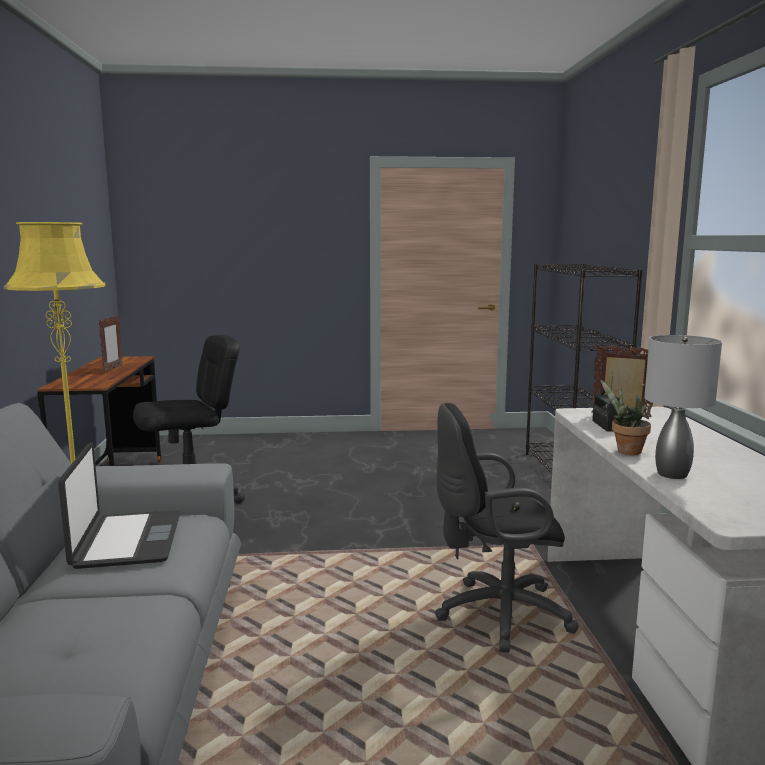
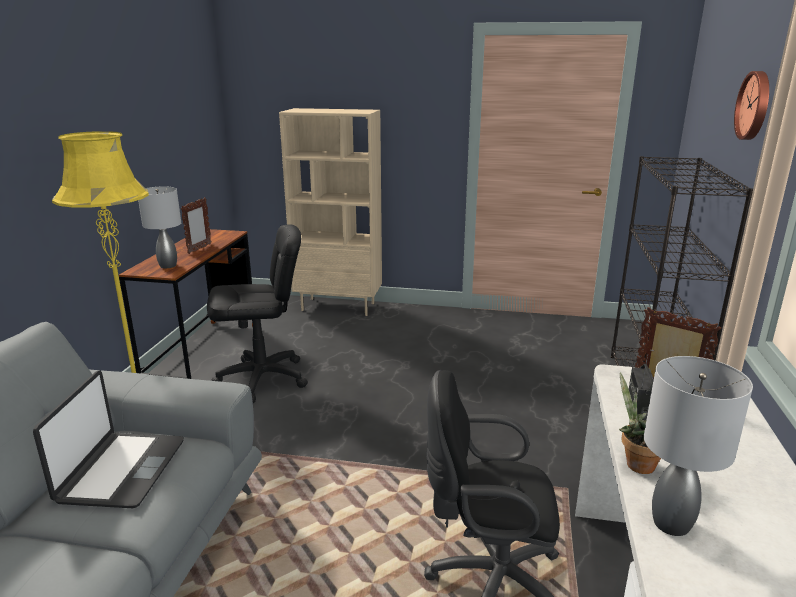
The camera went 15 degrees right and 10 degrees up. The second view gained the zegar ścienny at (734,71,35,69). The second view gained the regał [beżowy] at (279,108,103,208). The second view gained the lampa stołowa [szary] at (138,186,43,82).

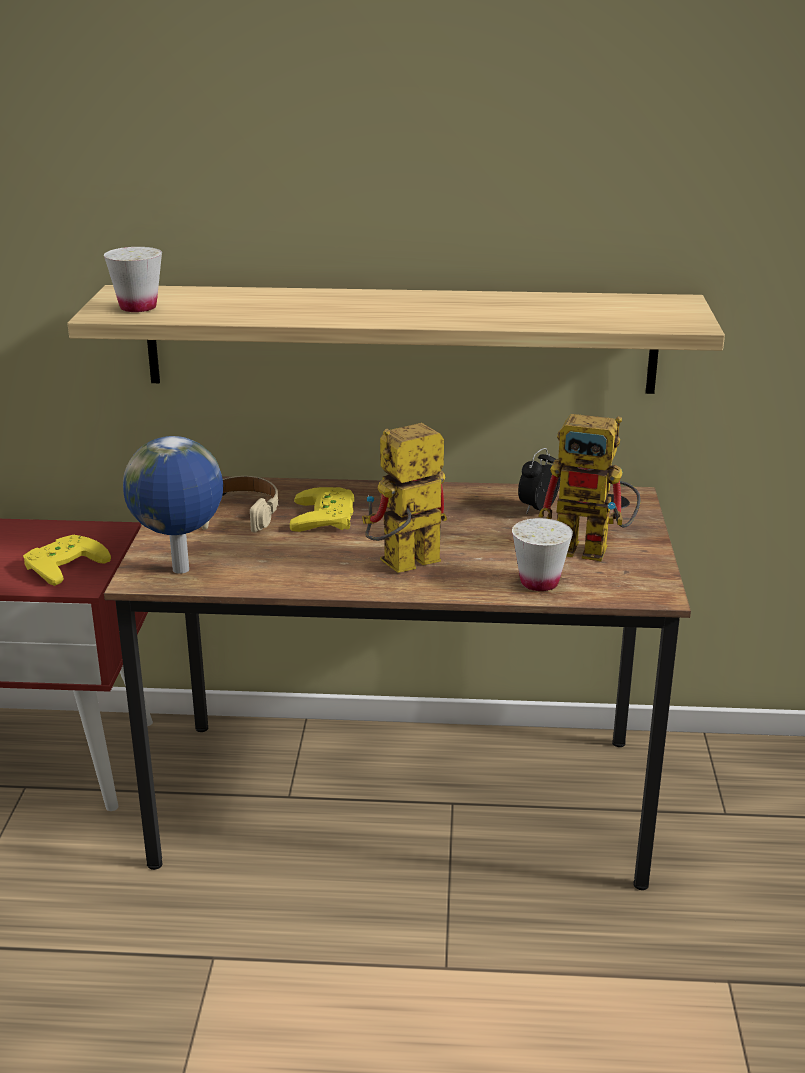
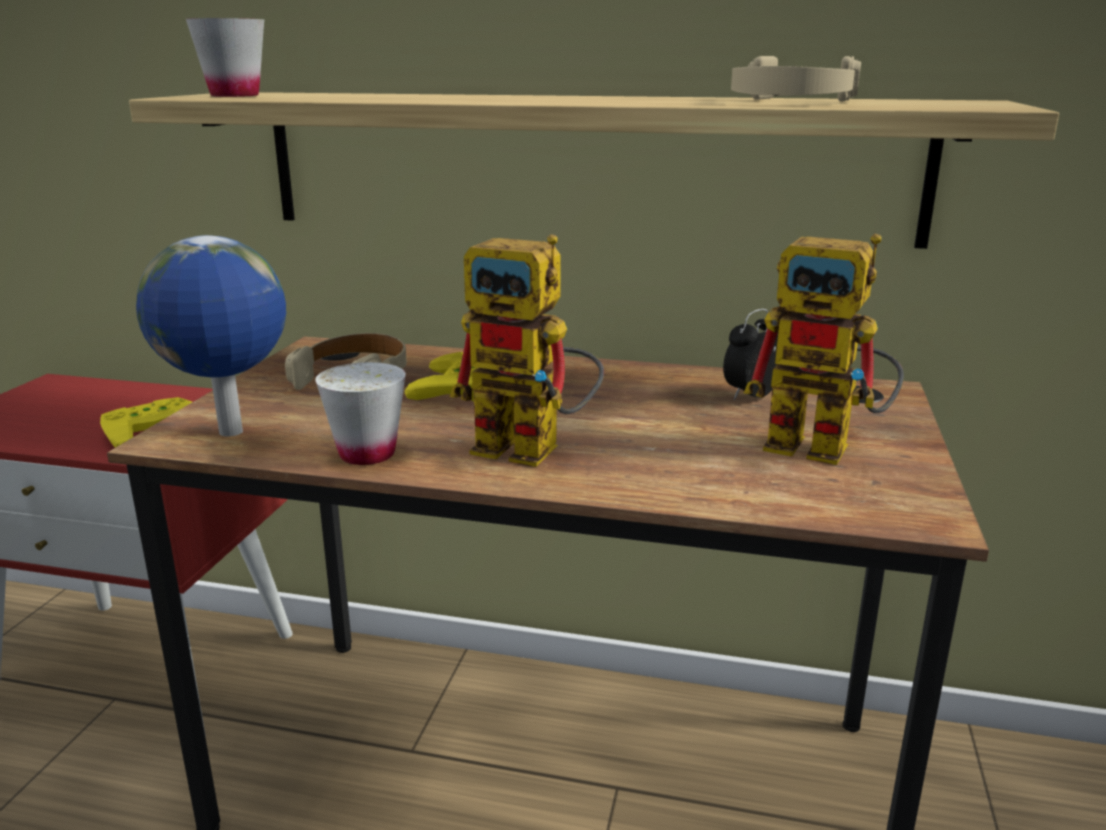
The camera went 10 degrees right and 5 degrees down. The robot zabawkowy at (362,423,85,150) ended up facing another way, 135 degrees counterclockwise from before. The filiżanka [biały] ended up elsewhere, having gone from (512,518,61,73) to (315,362,91,103). The second view gained the słuchawki [beżowy] at (731,56,130,46).

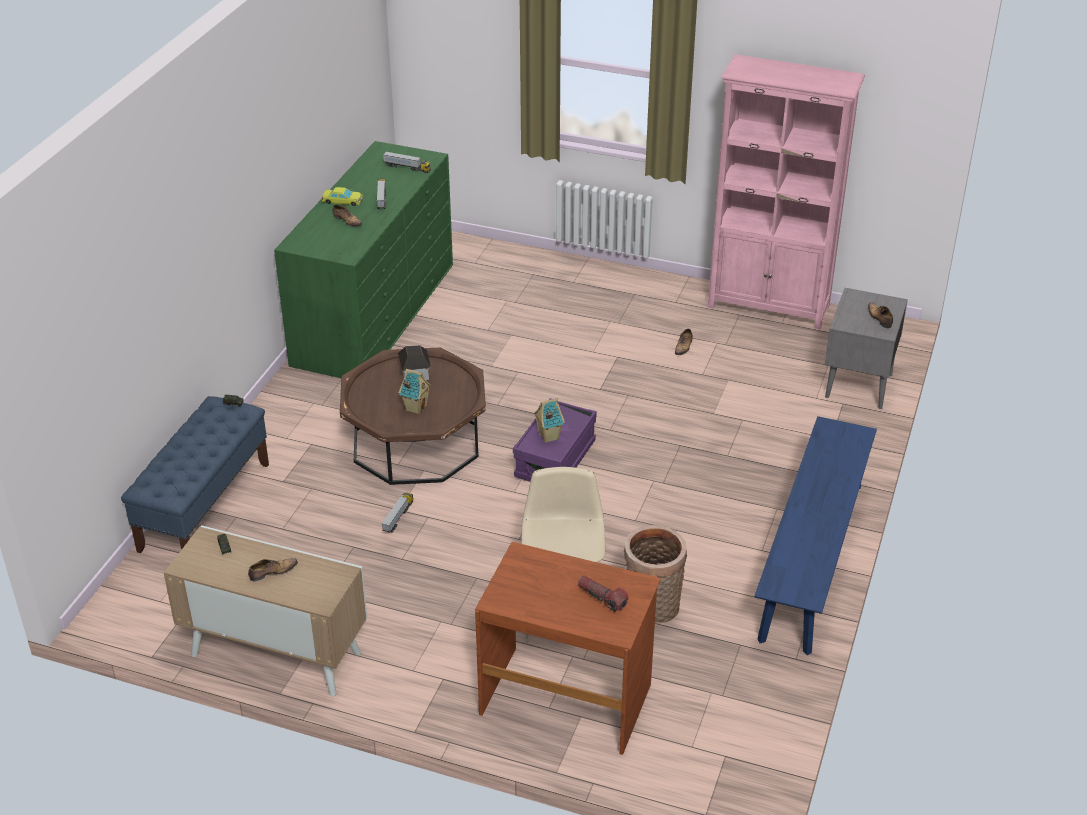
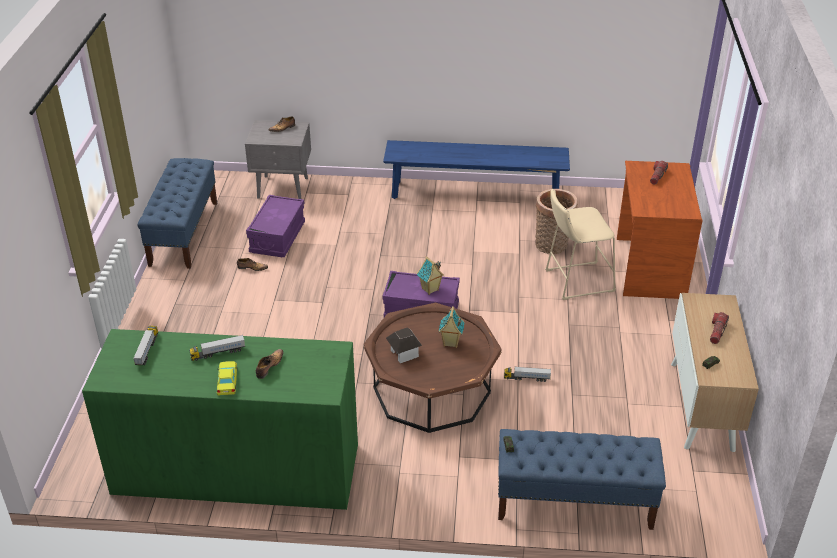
The camera went 105 degrees left and 0 degrees up. Where the regał [różowy] stood at (708,55,157,274), the ławka [niebieski] came to stand at (137,158,80,111). Where the but stood at (248,558,50,23), the latarka came to stand at (710,312,19,32). The second view gained the pojemnik do przechowywania [fioletowy] at (246,195,59,62).

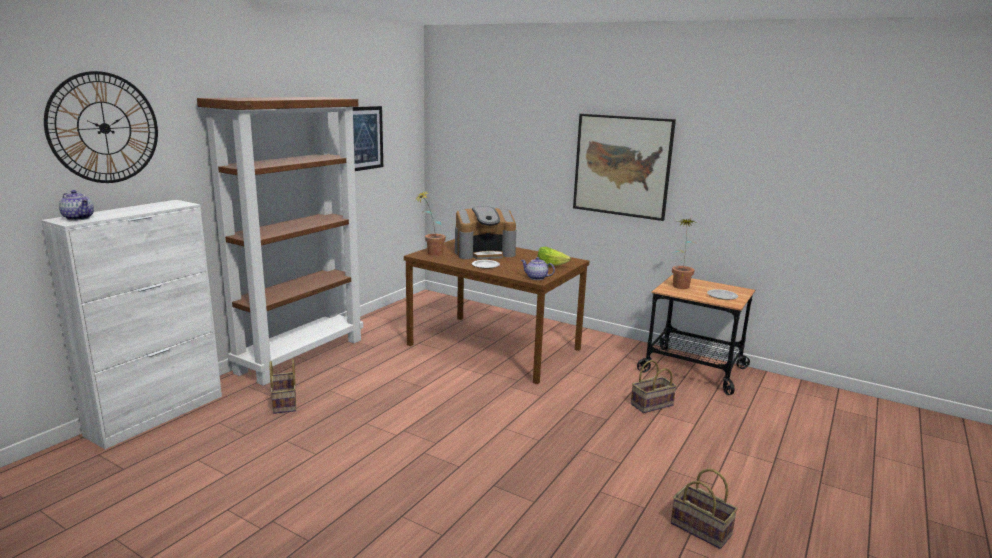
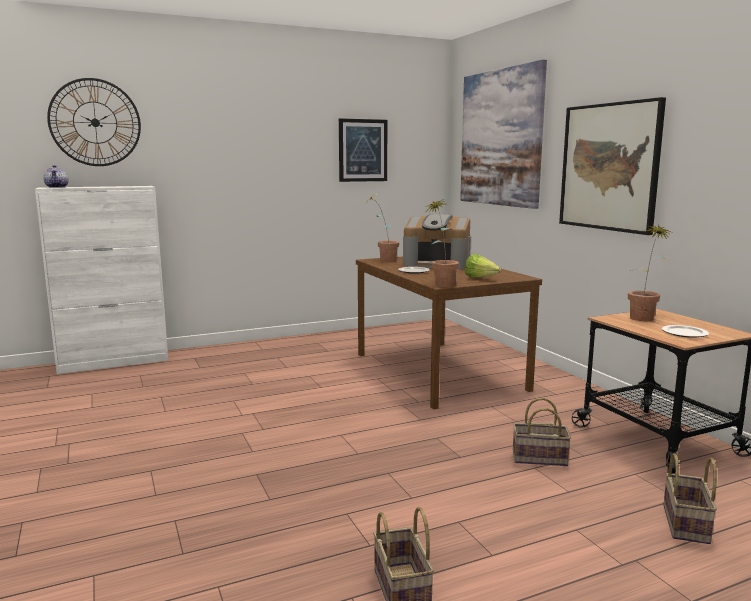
The camera went 35 degrees right and 5 degrees down. The second view lost the regał [brązowy] at (197,97,166,289). Where the imbryk stood at (521,257,34,23), the roślina doniczkowa came to stand at (427,200,32,87). The koszyk ended up elsewhere, having gone from (269,359,27,55) to (663,453,54,91). The second view gained the obraz at (460,59,87,150).

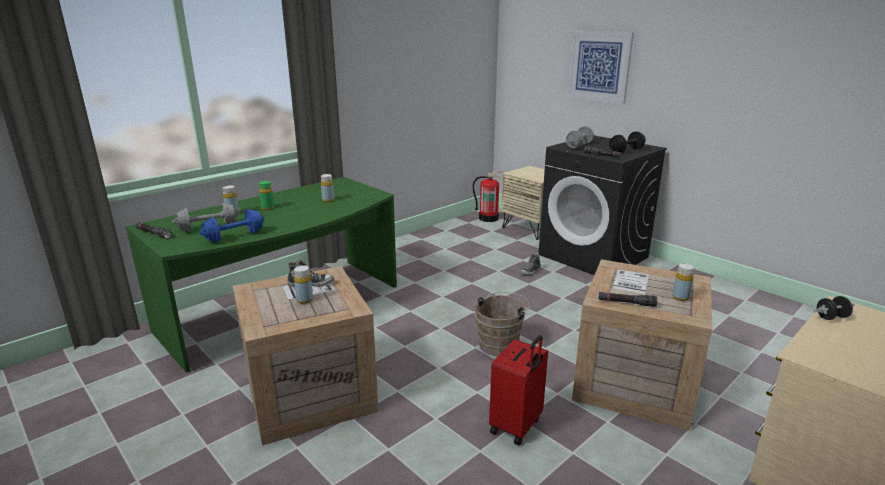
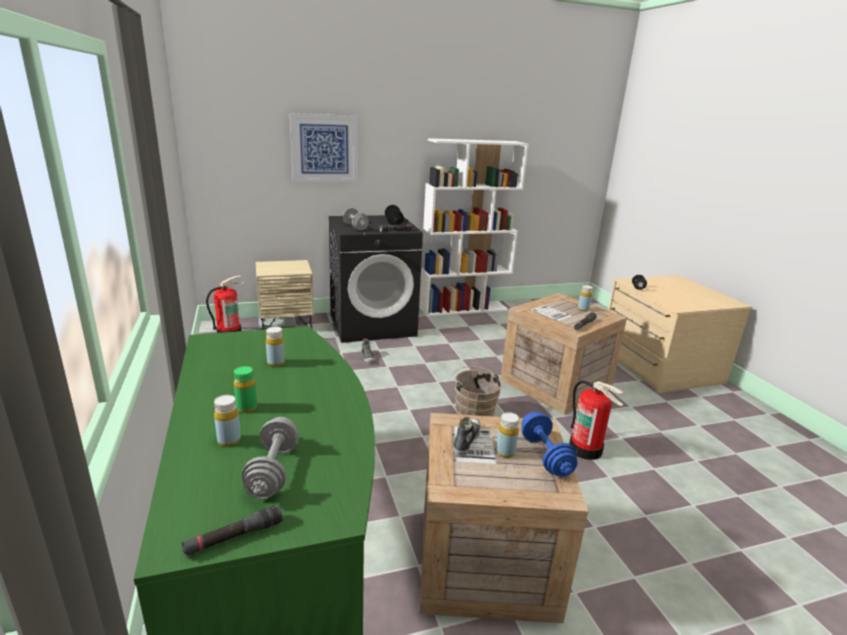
The camera went 65 degrees left and 0 degrees up. The hantel [niebieski] ended up elsewhere, having gone from (199,209,66,33) to (521,412,56,65). Where the walizka [czerwony] stood at (489,335,59,111), the gaśnica came to stand at (569,380,55,80). The second view gained the regał [biały] at (419,138,110,179).

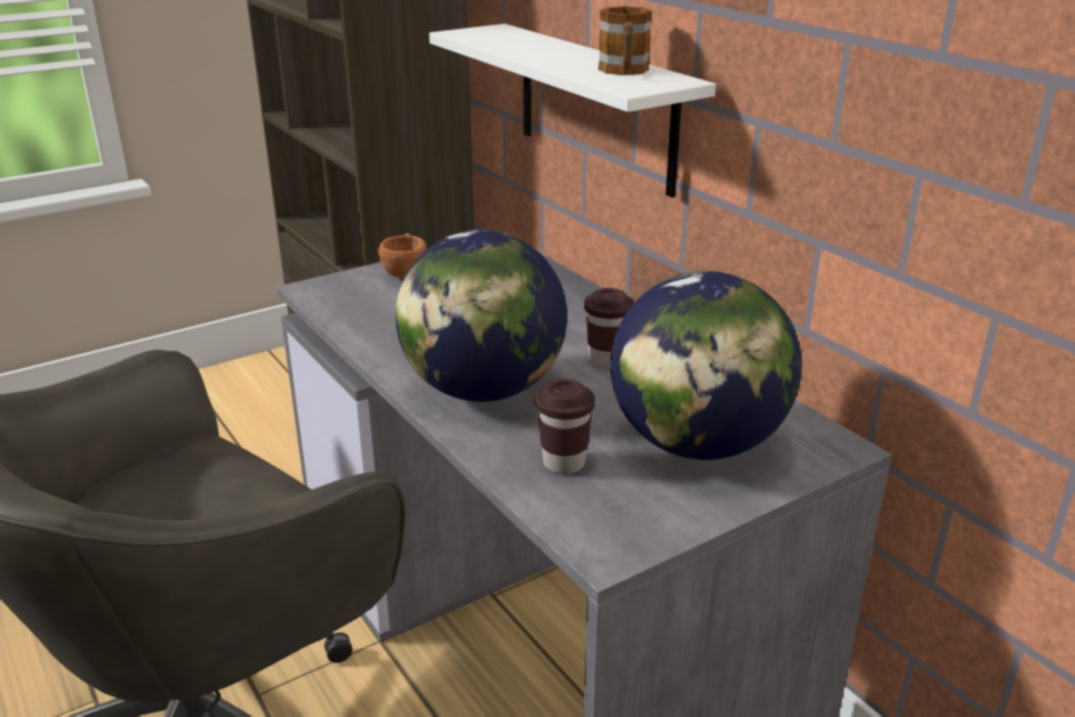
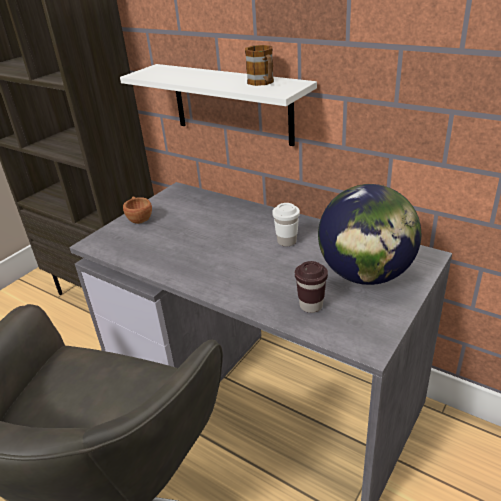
The camera went 20 degrees left and 5 degrees up. The second view lost the globus at (395,230,172,172). What was the filiżanka [brązowy] at (584,288,50,80) turned into the filiżanka [biały] at (272,203,28,43).

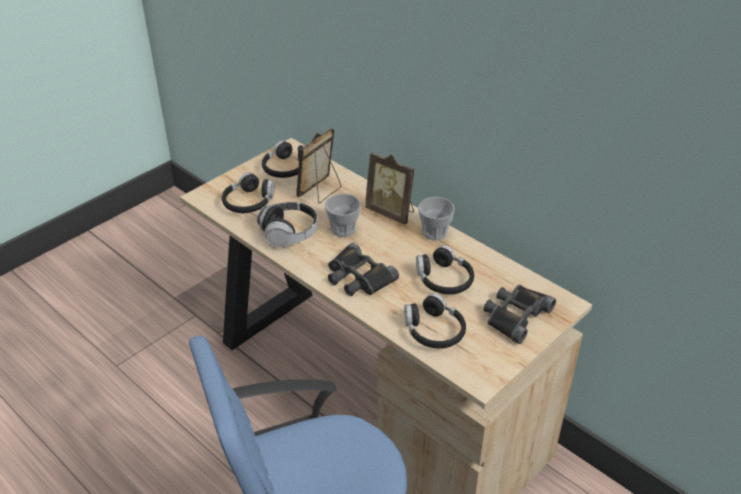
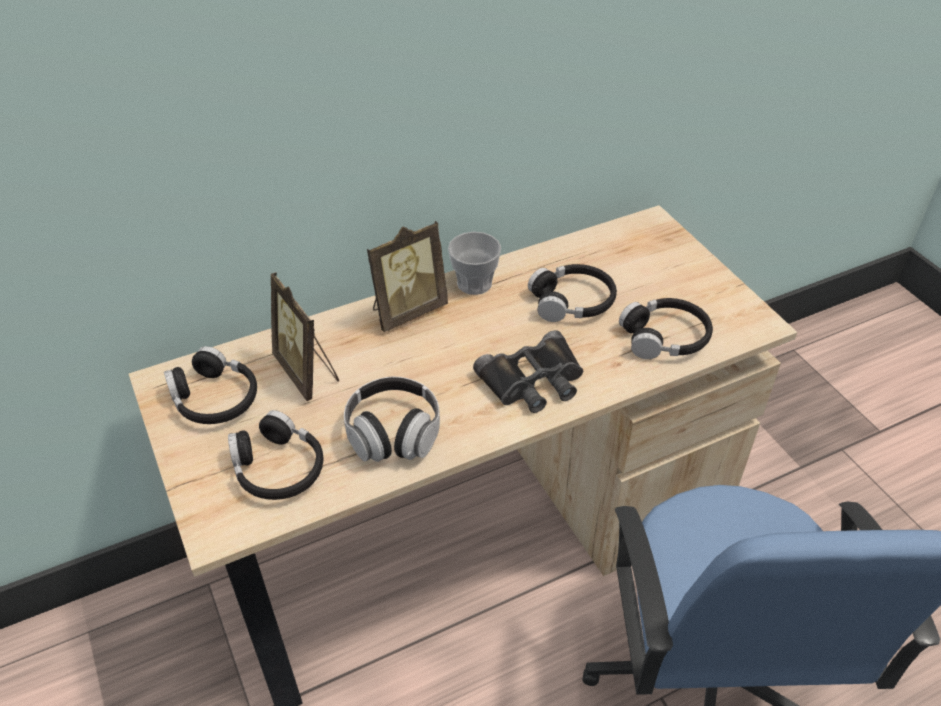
The camera went 70 degrees left and 5 degrees up. The second view lost the filiżanka at (325,194,36,43). The second view lost the lornetka [czarny] at (483,285,73,59).

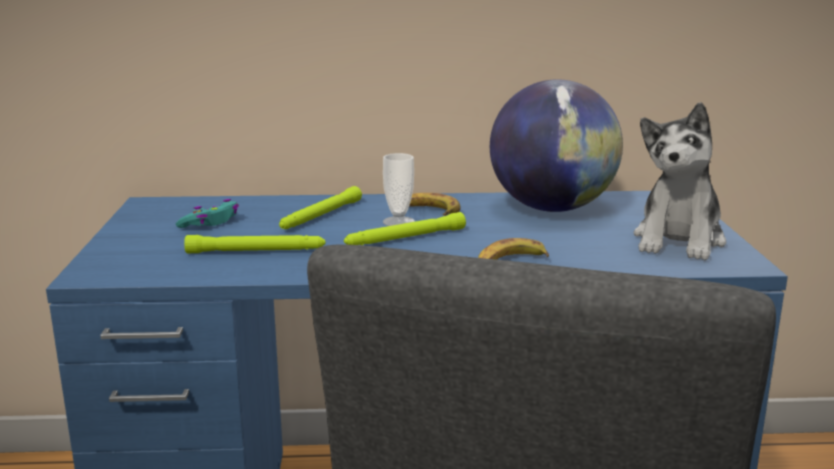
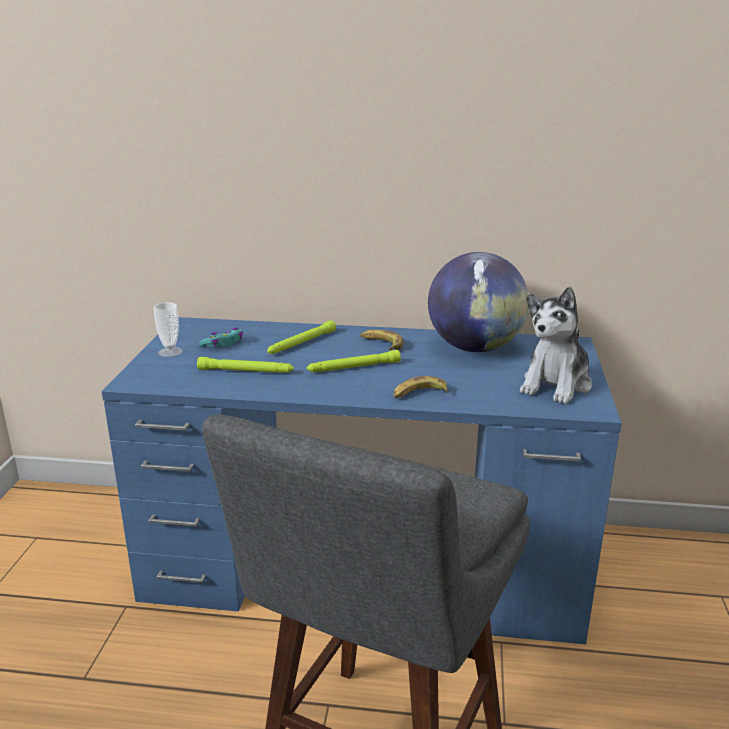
The camera went 10 degrees right and 5 degrees up. The filiżanka ended up elsewhere, having gone from (383,153,32,73) to (154,302,28,55).

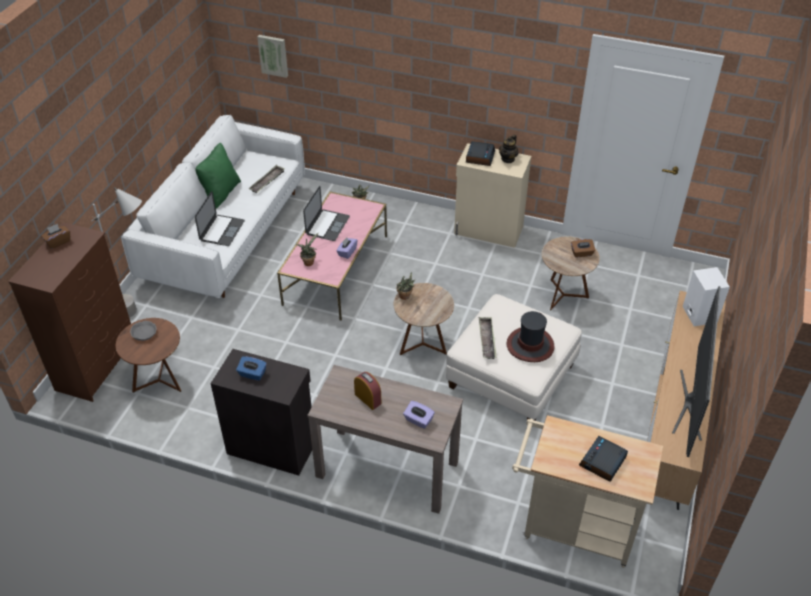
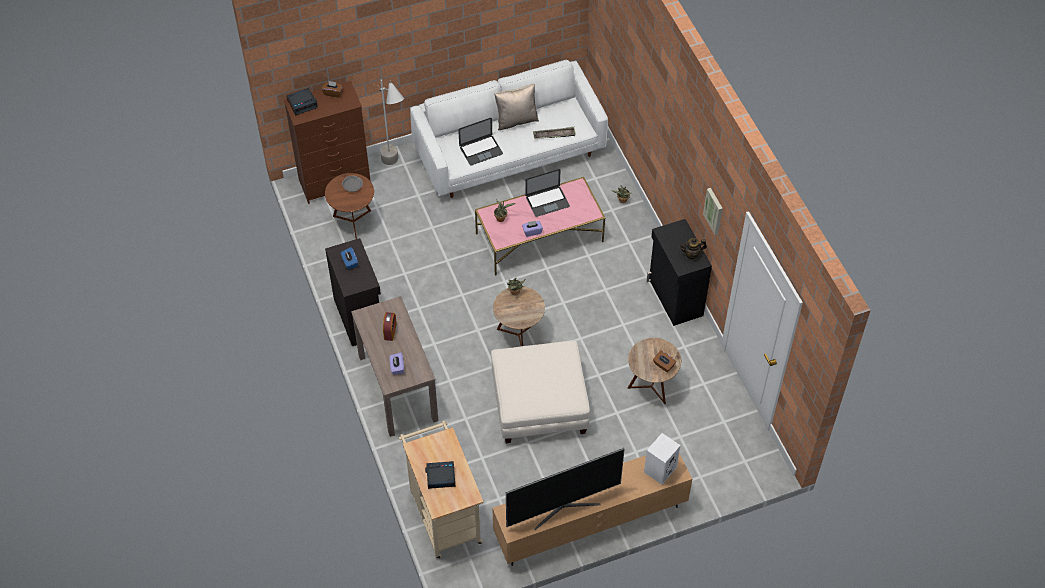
The camera went 50 degrees right and 10 degrees up. The obraz ended up elsewhere, having gone from (257,35,31,43) to (703,188,20,47). The budzik ended up elsewhere, having gone from (466,141,29,25) to (287,88,31,27). What was the poduszka [zielony] at (196,143,45,66) turned into the poduszka [beżowy] at (494,84,45,46). What was the szafka [beżowy] at (454,143,77,105) turned into the szafka [czarny] at (647,219,65,107). The second view lost the kapelusz at (507,311,47,51). The second view lost the taca at (479,317,18,42).

